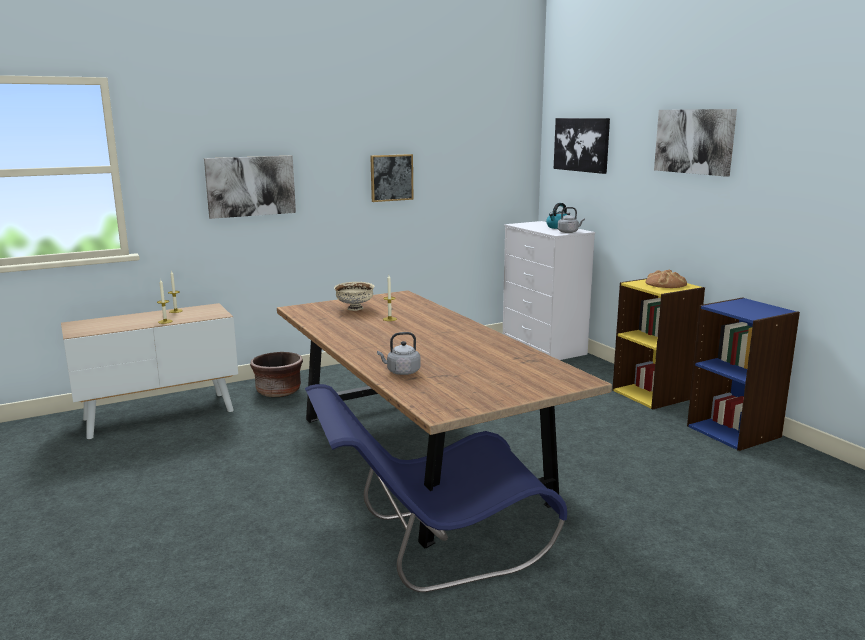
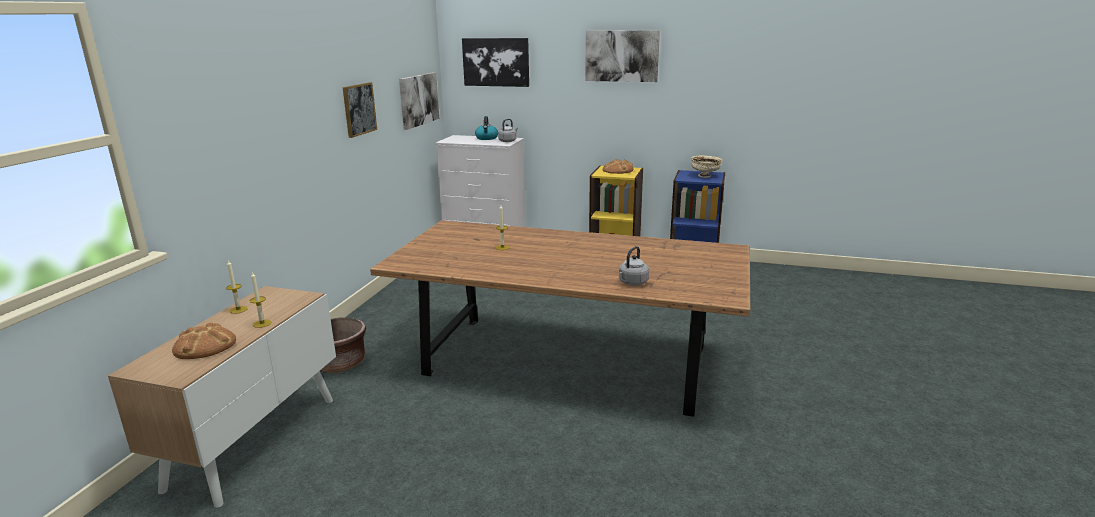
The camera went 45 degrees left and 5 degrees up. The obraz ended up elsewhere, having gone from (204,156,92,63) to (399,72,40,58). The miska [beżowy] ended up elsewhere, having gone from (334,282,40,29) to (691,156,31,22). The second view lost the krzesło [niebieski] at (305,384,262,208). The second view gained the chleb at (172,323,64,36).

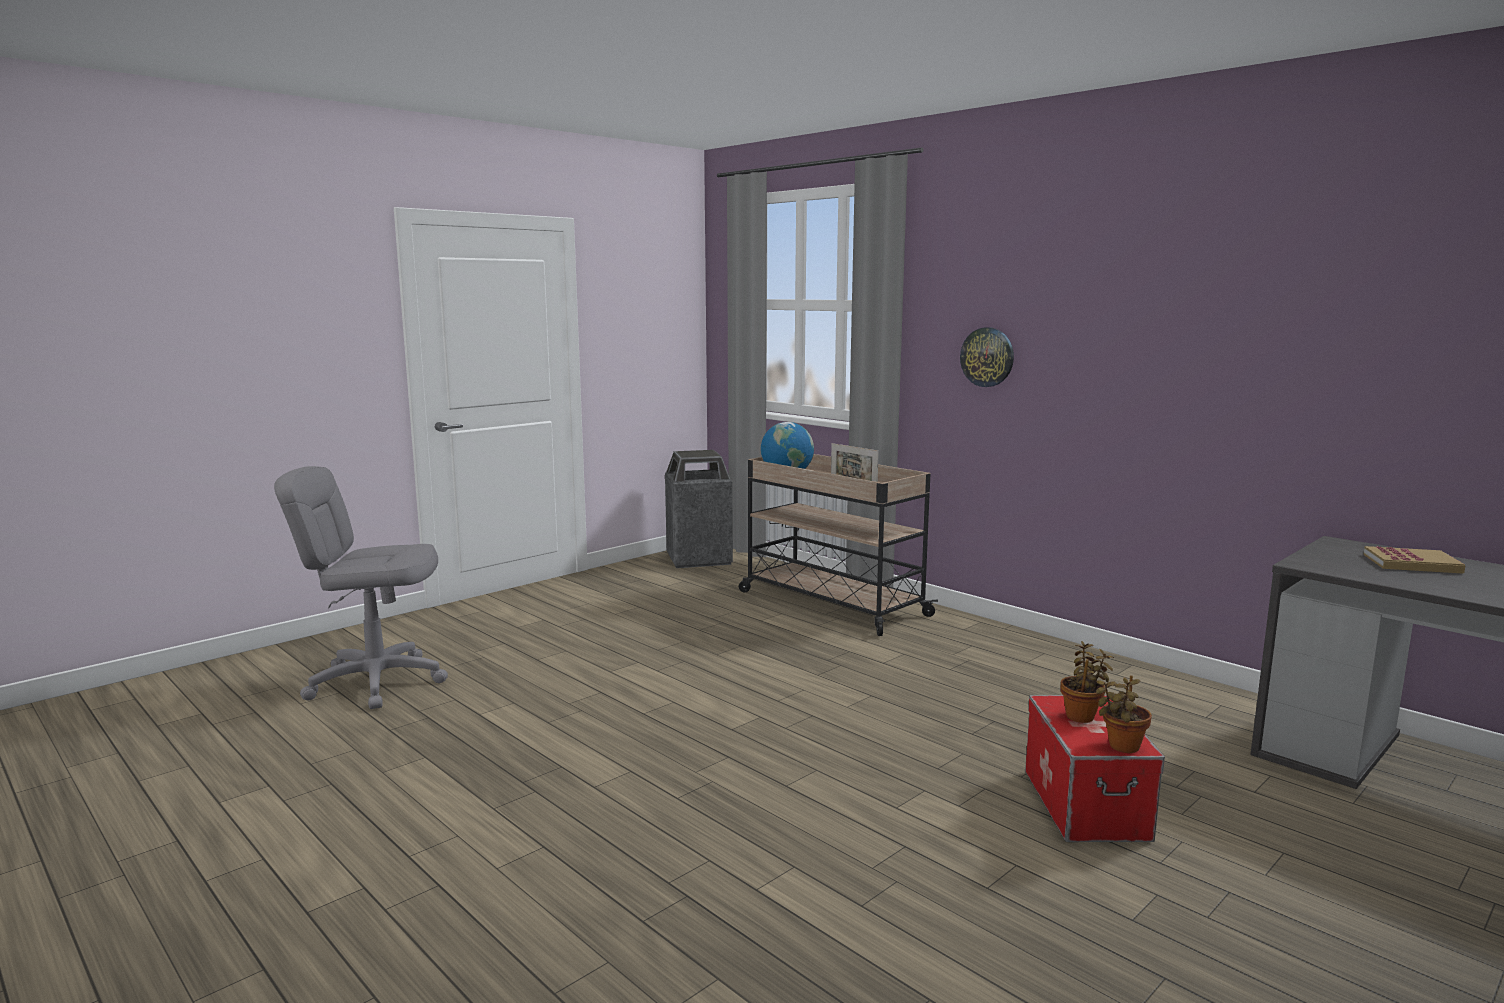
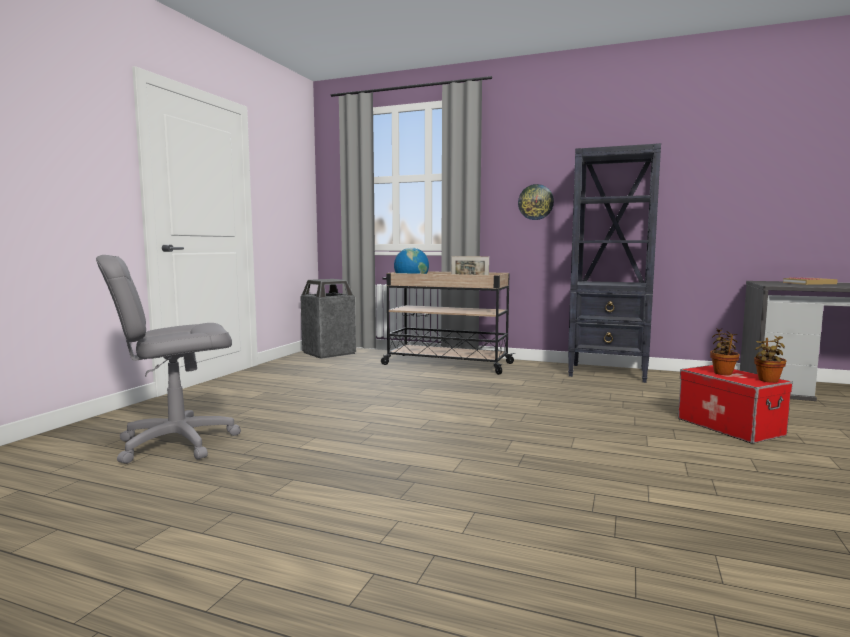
The camera went 25 degrees left and 5 degrees down. The second view gained the regał [czarny] at (568,143,93,240).

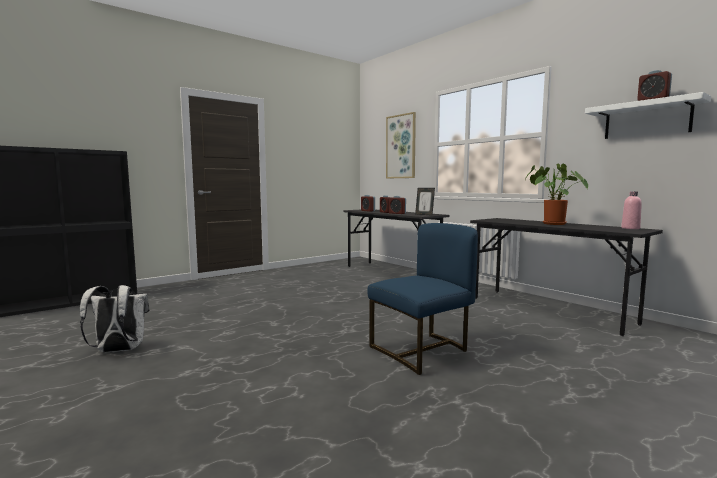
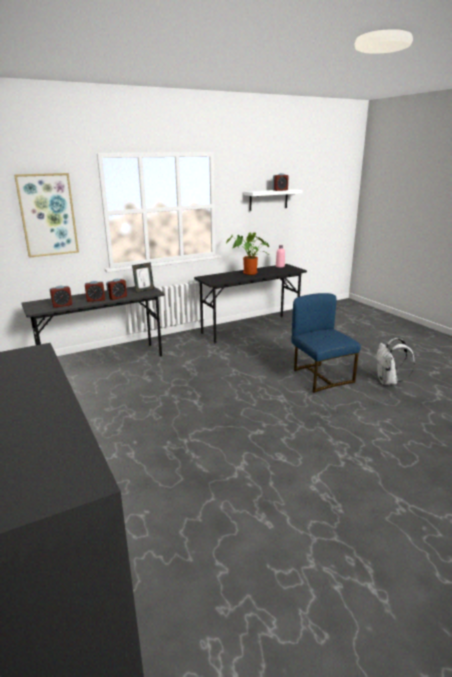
The camera went 80 degrees left and 15 degrees up. The plecak [biały] ended up elsewhere, having gone from (80,285,69,67) to (376,338,39,47).

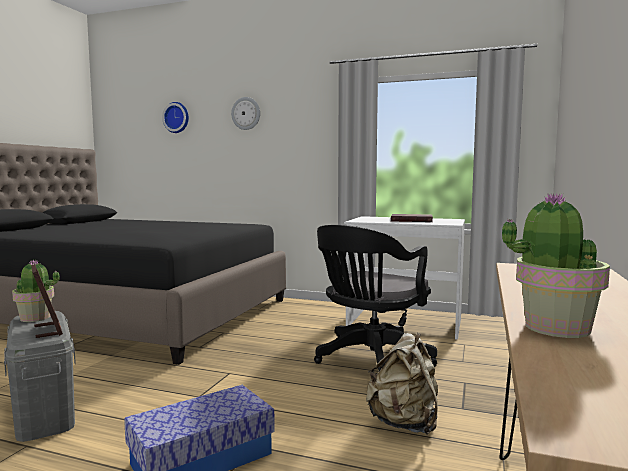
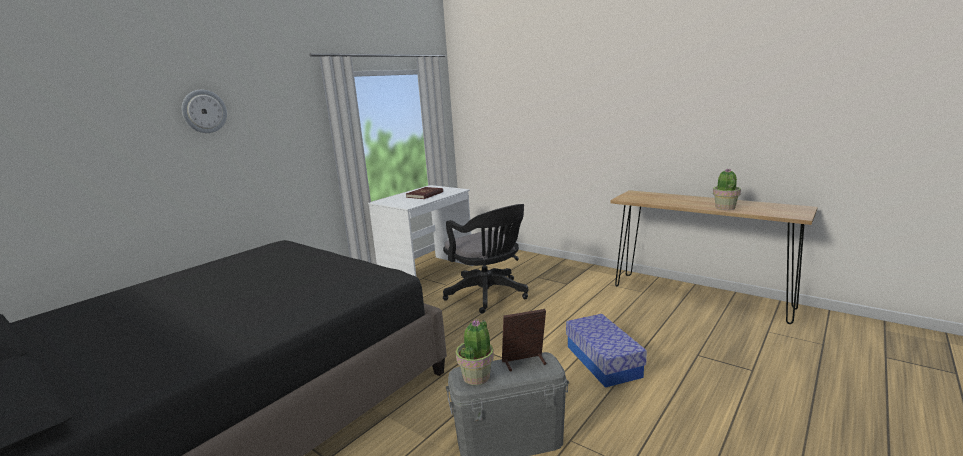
The camera went 70 degrees left and 10 degrees up. The second view lost the zegar ścienny at (162,102,27,31). The second view lost the plecak [beżowy] at (366,333,72,102).

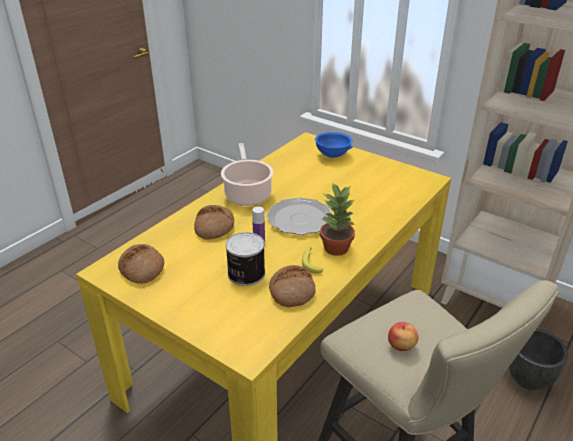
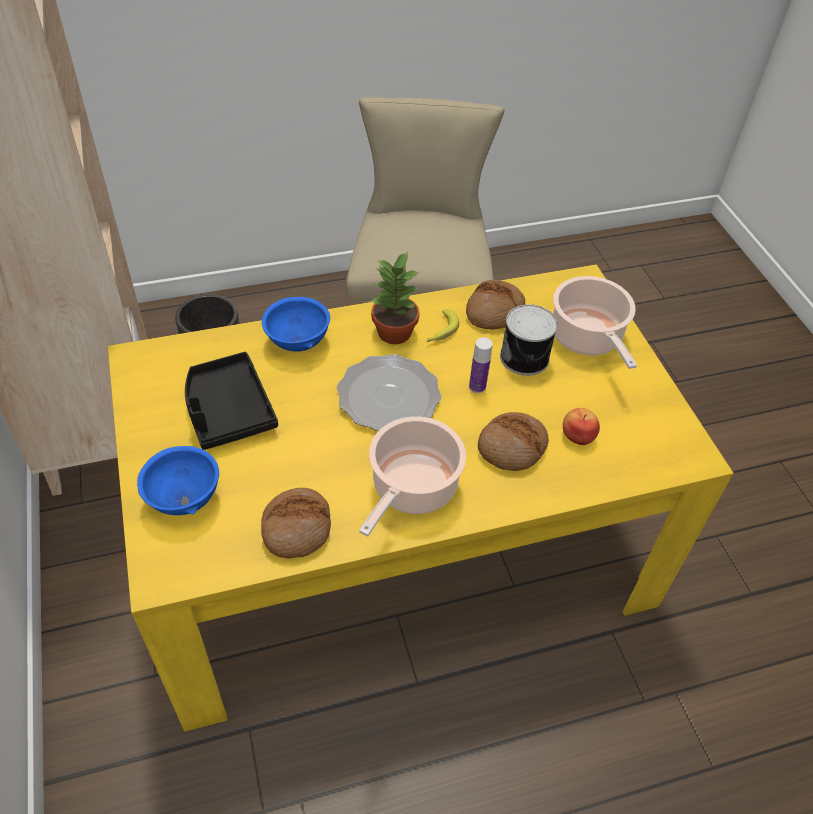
The camera went 145 degrees left and 15 degrees up. The chleb ended up elsewhere, having gone from (118,244,46,39) to (261,488,70,71). The jabłko ended up elsewhere, having gone from (388,322,31,29) to (563,408,37,37). The second view gained the garnek at (553,276,84,93). The second view gained the miska [niebieski] at (262,297,68,55). The second view gained the taca [czarny] at (185,352,93,98).

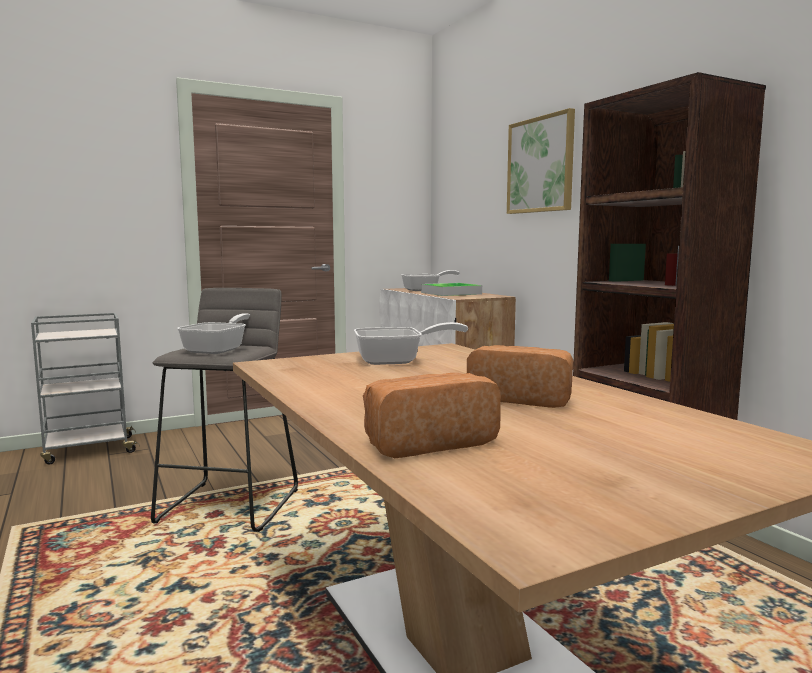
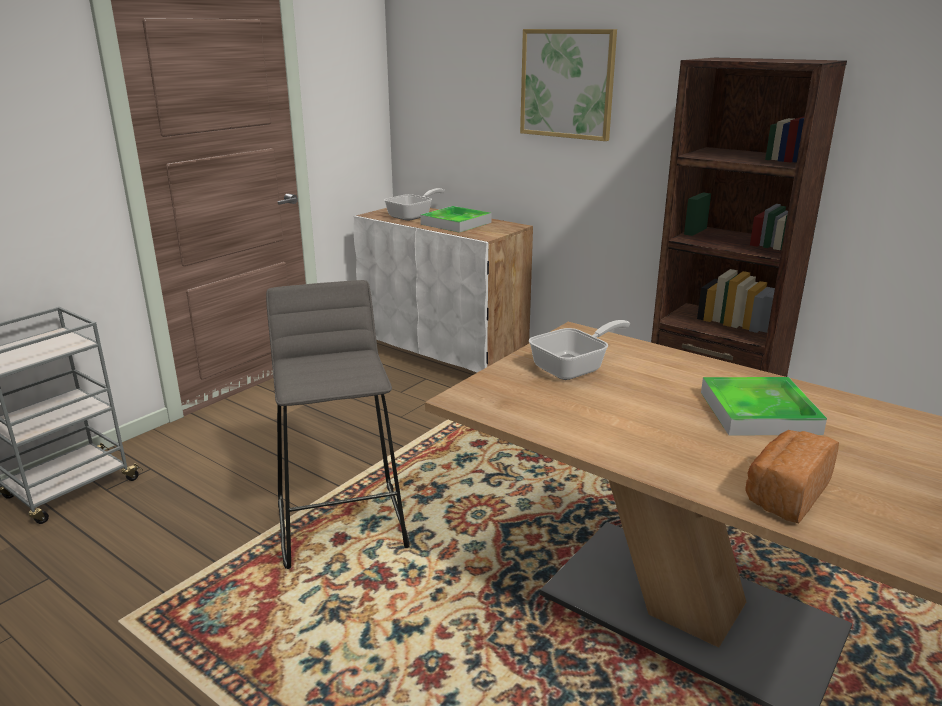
The camera went 25 degrees left and 15 degrees up. The second view lost the patelnia at (177,313,73,41). Where the chleb stood at (467,345,107,63), the taca came to stand at (701,377,126,59).

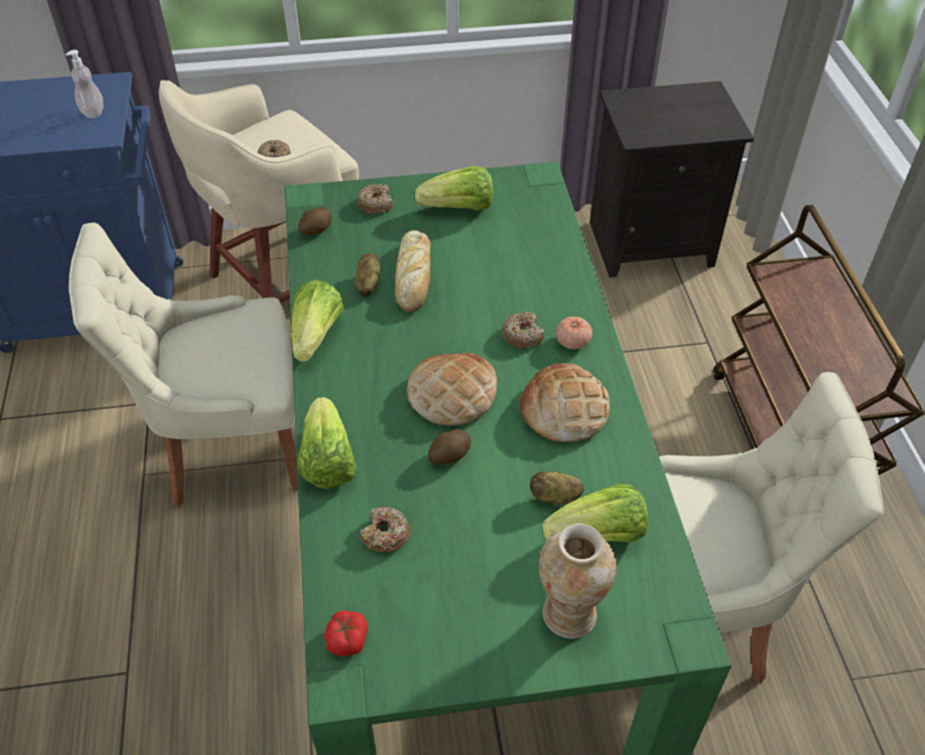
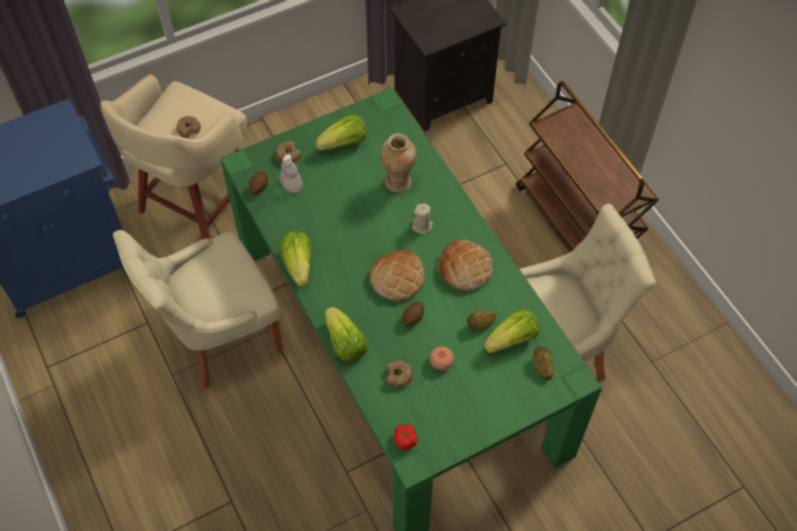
The camera went 20 degrees left and 10 degrees up. The dozownik mydła ended up elsewhere, having gone from (65,50,39,68) to (280,155,23,38). The second view lost the chleb at (395,230,36,82). The ziemniak ended up elsewhere, having gone from (355,253,25,43) to (533,347,20,33). Where the donut stood at (502,312,42,37), the świeca [beżowy] came to stand at (412,203,21,31). The pomidor ended up elsewhere, having gone from (556,316,36,33) to (429,347,25,23). The wazon ended up elsewhere, having gone from (539,523,78,116) to (380,133,37,59).

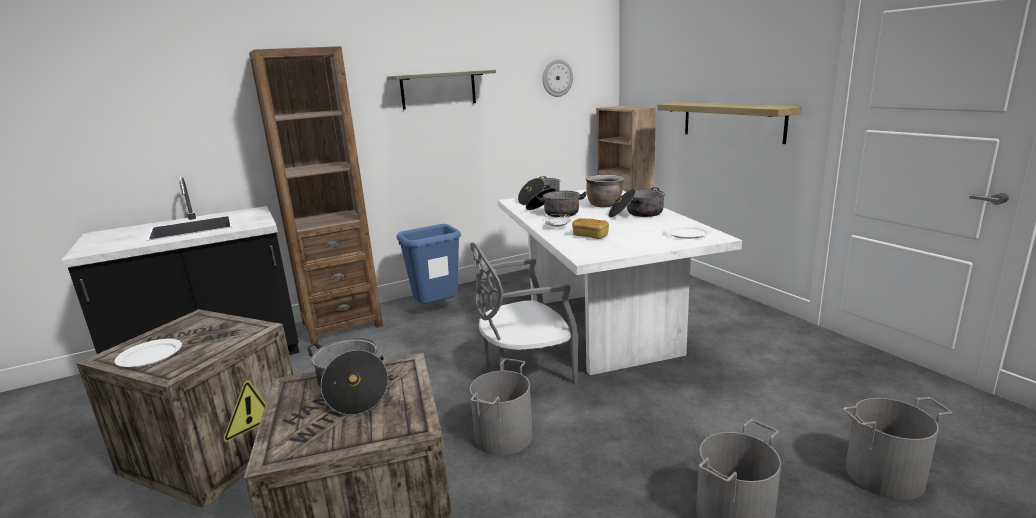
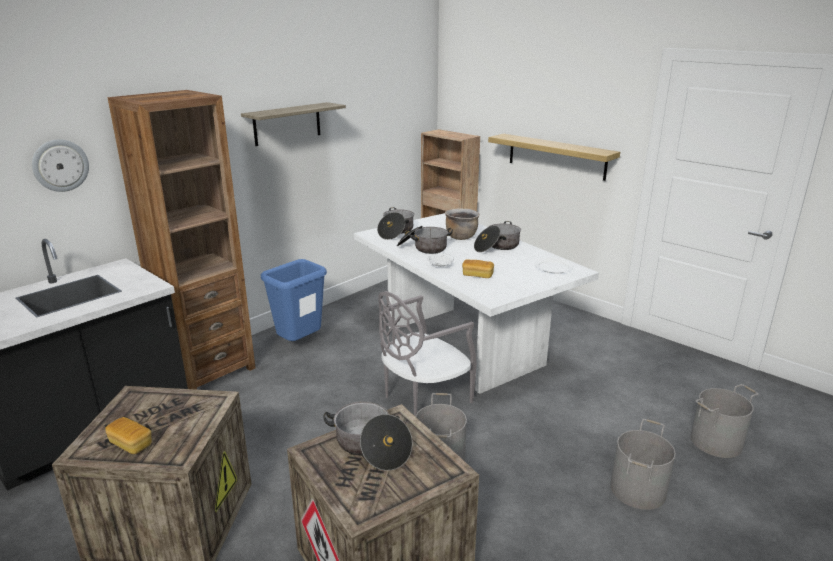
The camera went 20 degrees left and 5 degrees up. The zegar ścienny ended up elsewhere, having gone from (542,59,31,38) to (32,139,57,53). Where the talerz [biały] stood at (115,339,67,28), the chleb came to stand at (105,417,47,37).

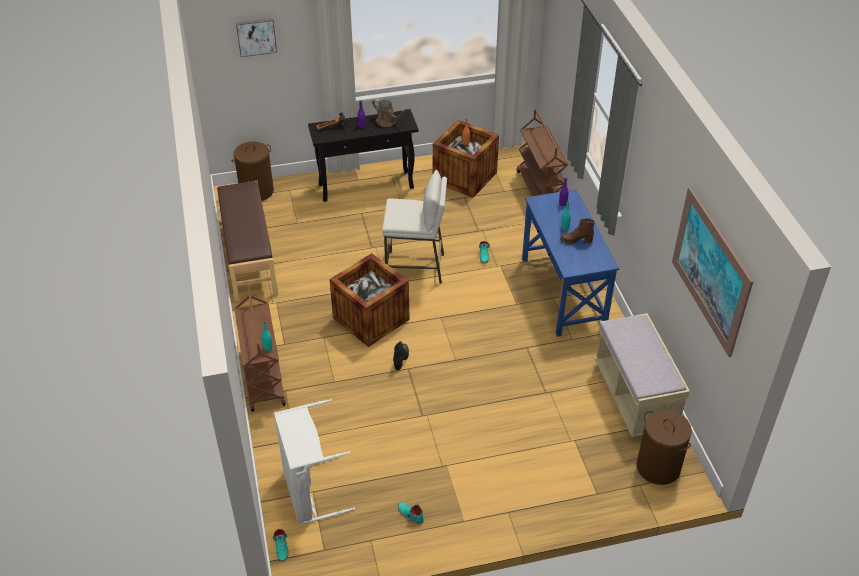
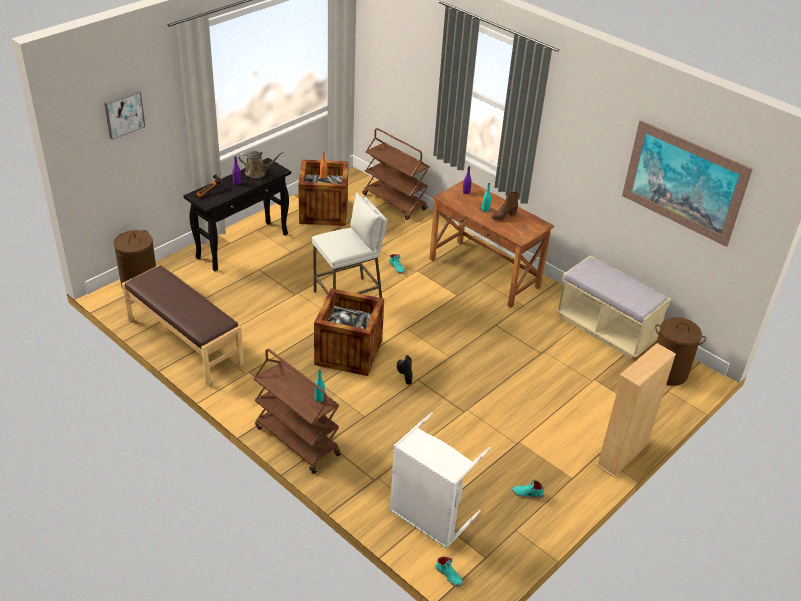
The camera went 35 degrees left and 5 degrees down. What was the biurko [niebieski] at (522,189,97,148) turned into the biurko [brązowy] at (429,180,125,128). The second view gained the regał [beżowy] at (596,343,80,134).

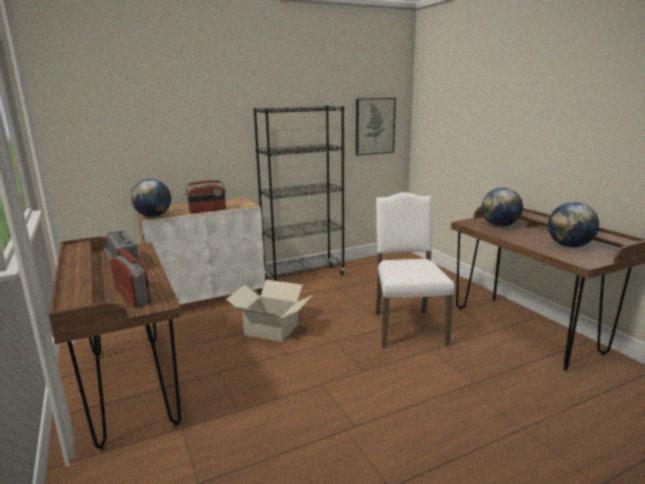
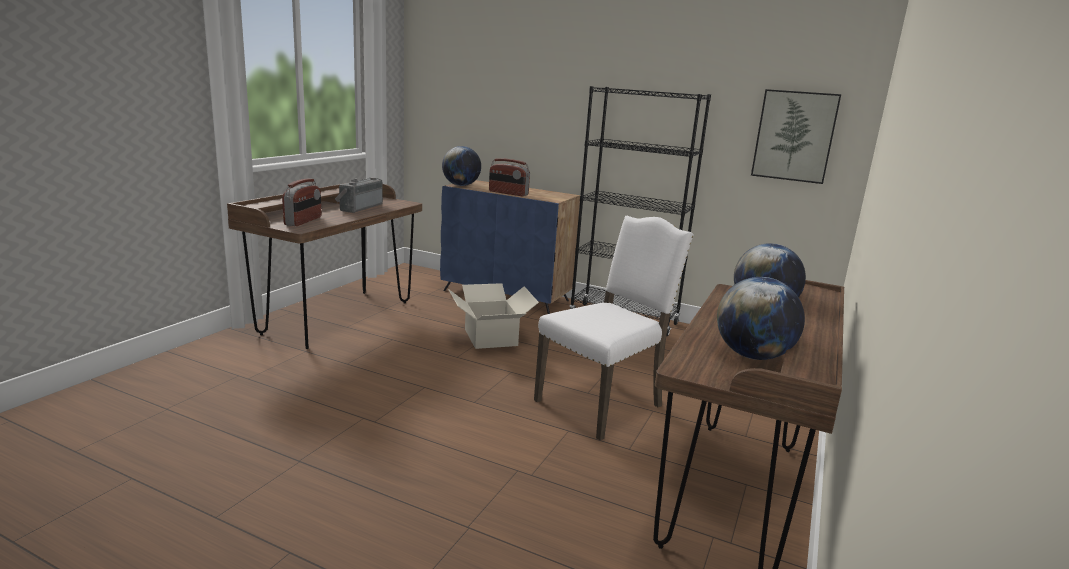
The camera went 50 degrees right and 0 degrees up. What was the szafka [biały] at (137,197,128,107) turned into the szafka [niebieski] at (440,180,140,134).

